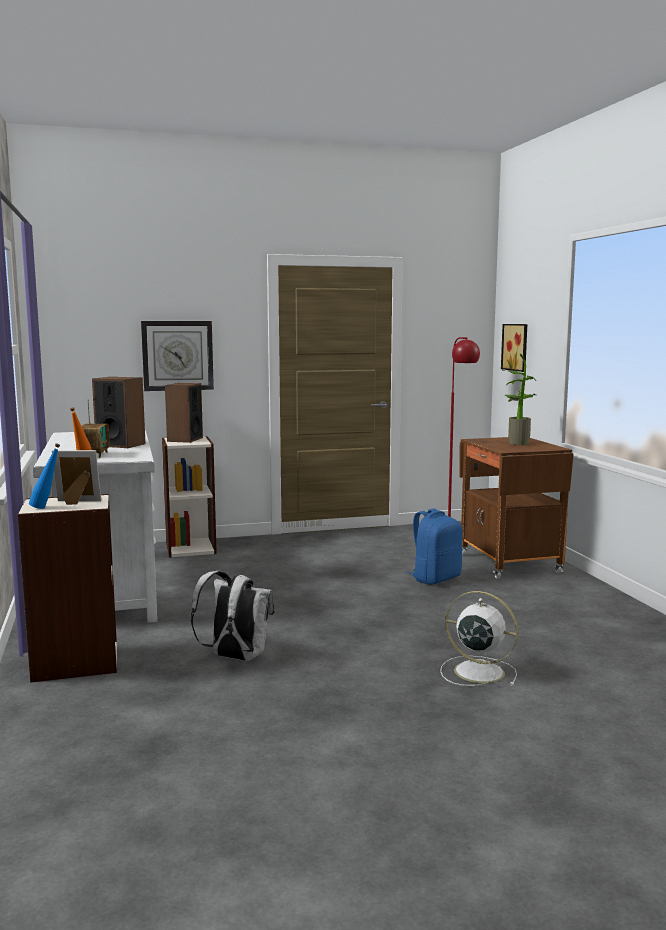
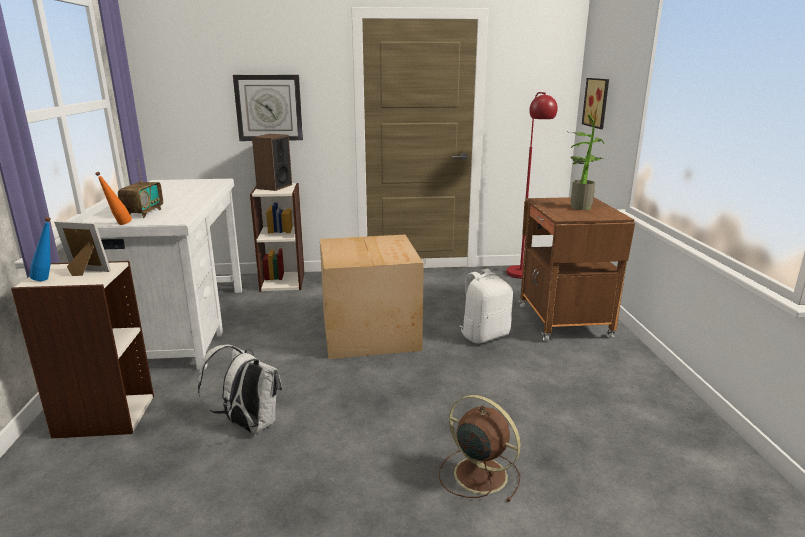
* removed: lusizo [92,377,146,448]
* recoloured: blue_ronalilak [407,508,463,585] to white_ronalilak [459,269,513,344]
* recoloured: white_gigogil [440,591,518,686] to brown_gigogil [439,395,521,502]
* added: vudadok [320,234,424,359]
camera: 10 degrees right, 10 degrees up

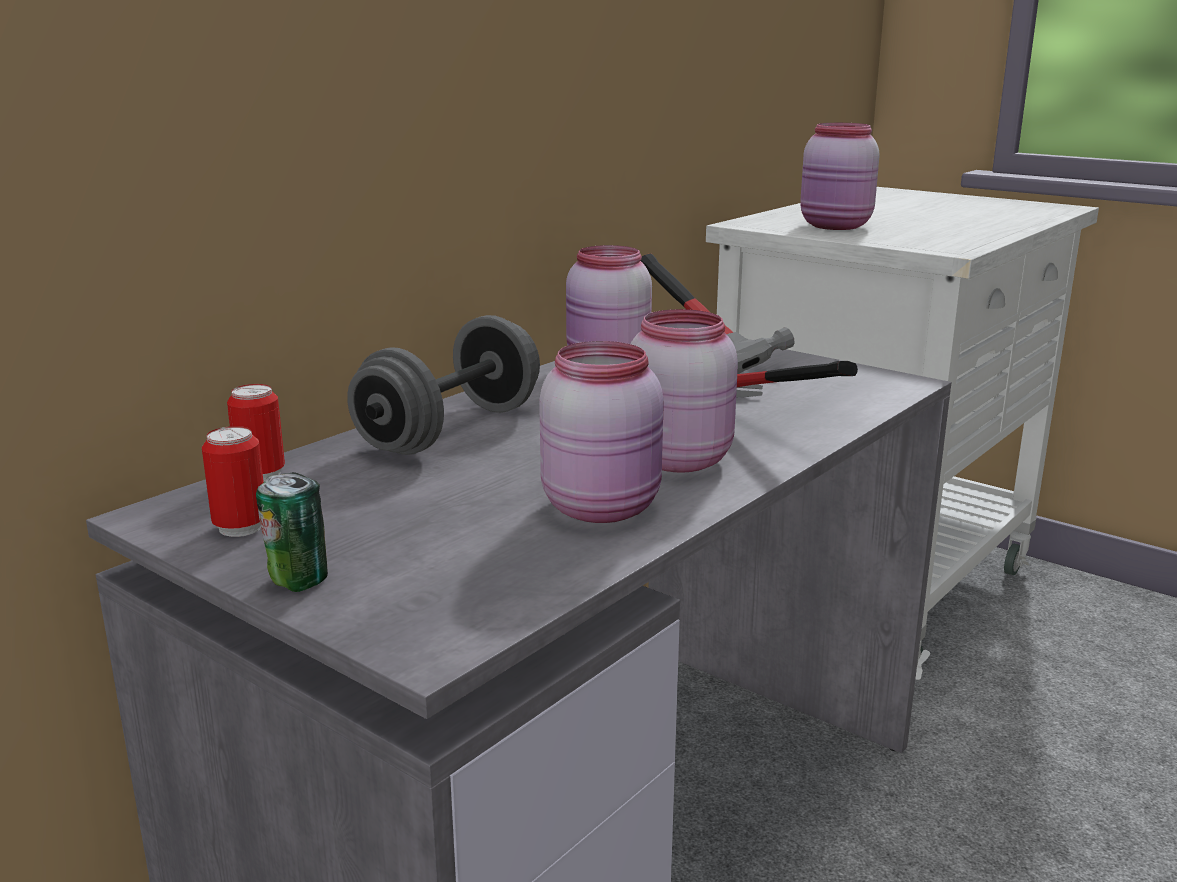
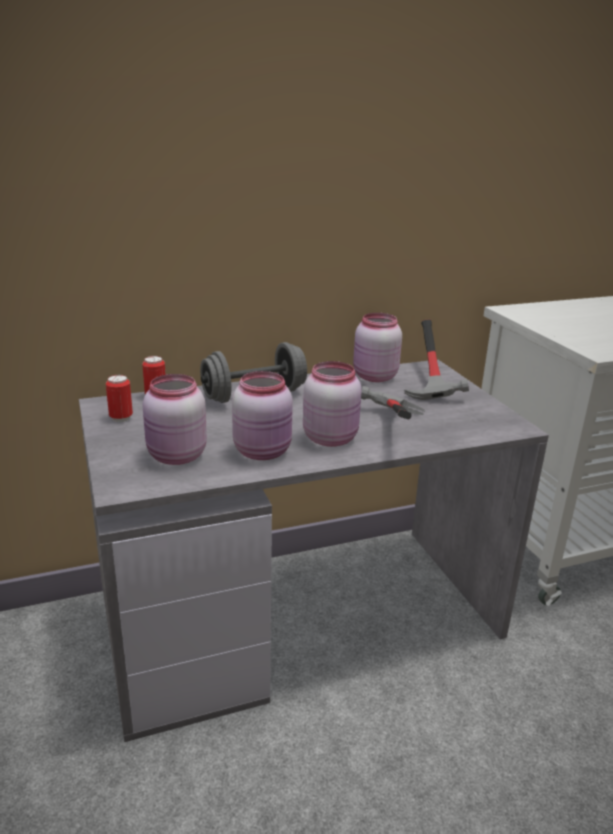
* removed: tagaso [256,472,328,592]
* moved: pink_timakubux [800,123,879,230] to [143,374,207,465]
camera: 30 degrees right, 5 degrees up

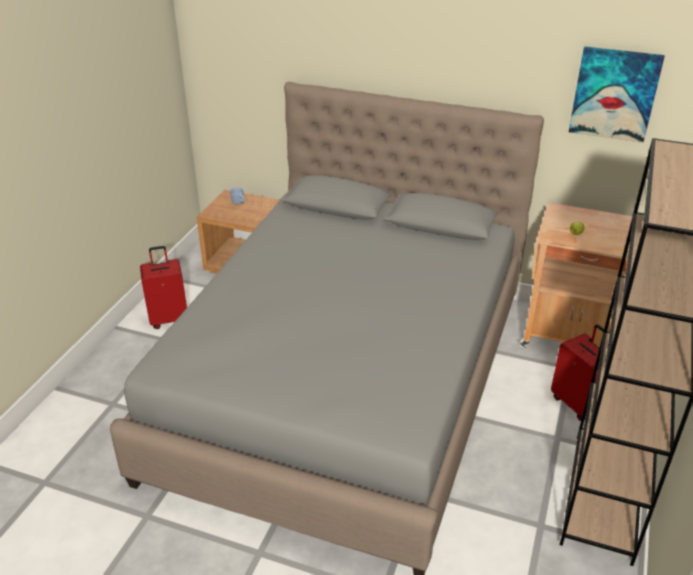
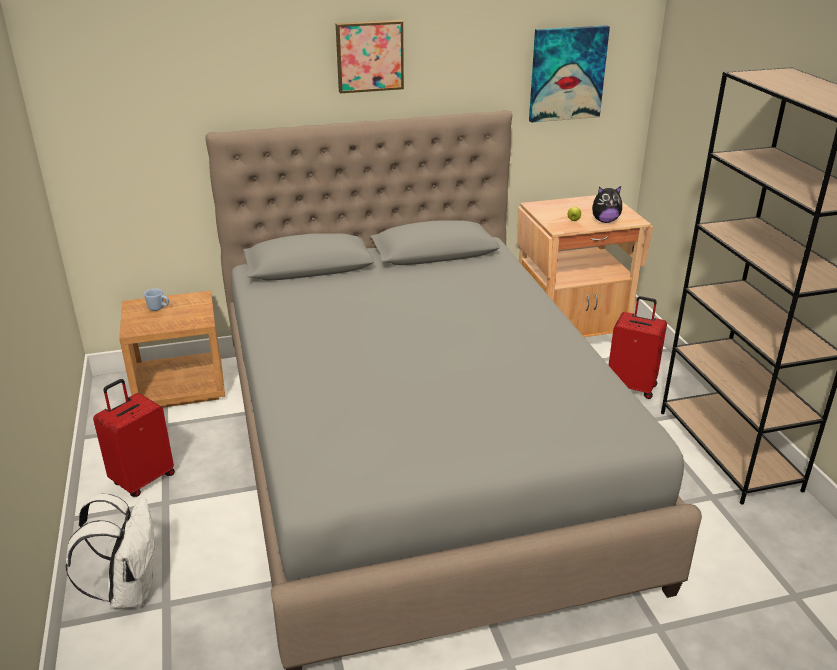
* added: white_ronalilak [65,493,157,609]
* added: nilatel [335,20,404,94]
* added: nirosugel [592,186,622,223]
camera: 35 degrees left, 5 degrees down

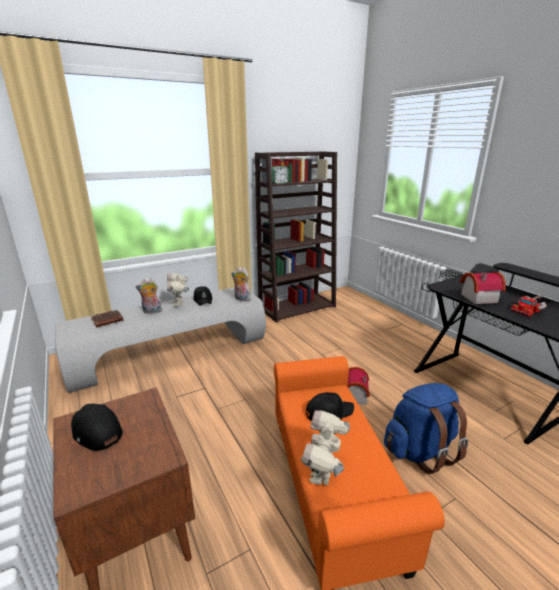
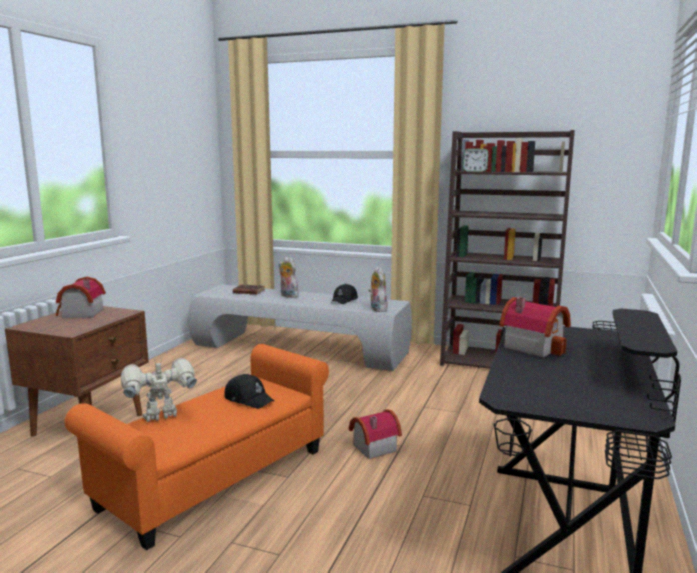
* replaced: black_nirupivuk [71,404,123,451] to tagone [56,277,106,318]
* removed: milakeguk [167,273,189,306]
* removed: blue_ronalilak [384,383,468,474]
* removed: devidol [511,295,547,316]
camera: 50 degrees right, 10 degrees down

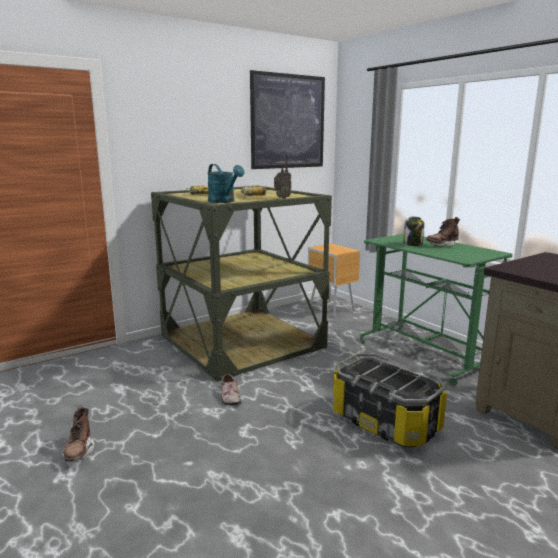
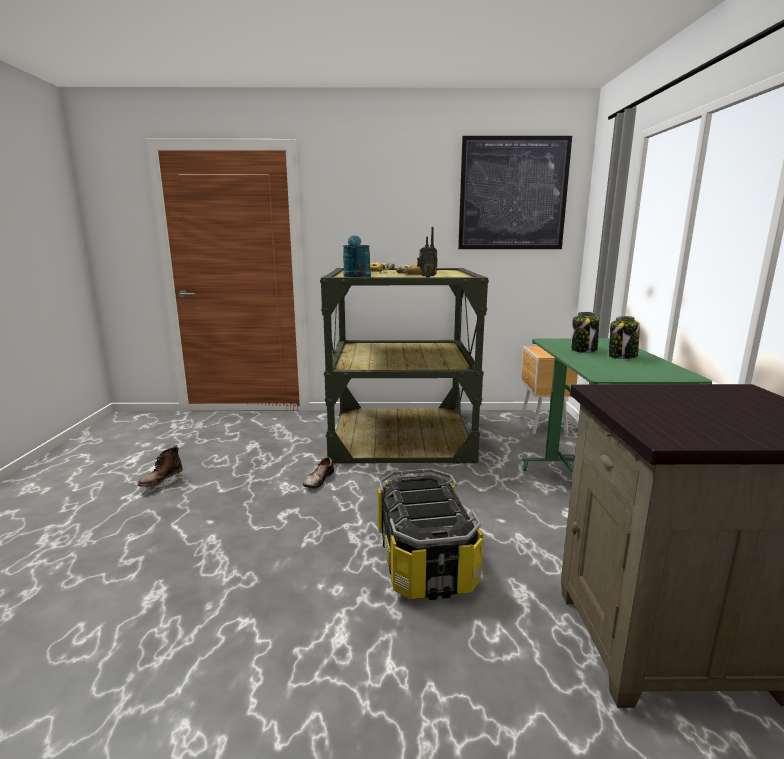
* replaced: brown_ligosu [426,217,460,246] to timakubux [609,316,640,359]
camera: 35 degrees right, 0 degrees up

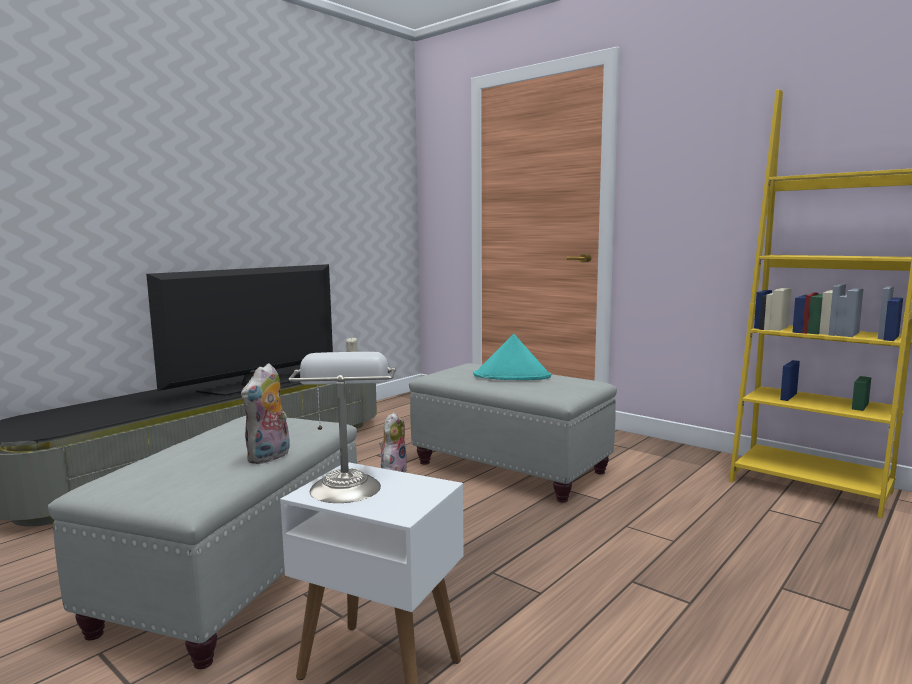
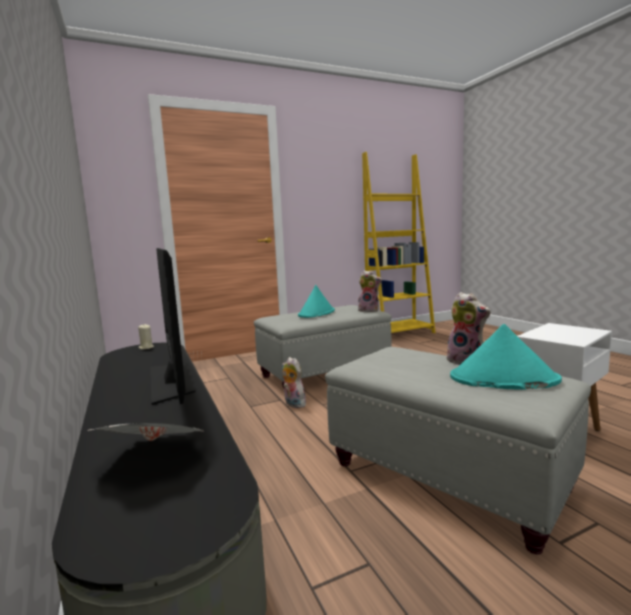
* removed: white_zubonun [289,352,396,503]
* added: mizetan [87,423,205,441]
* added: nirosugel [358,270,382,312]
* added: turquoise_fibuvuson [450,324,562,390]
camera: 65 degrees left, 0 degrees up

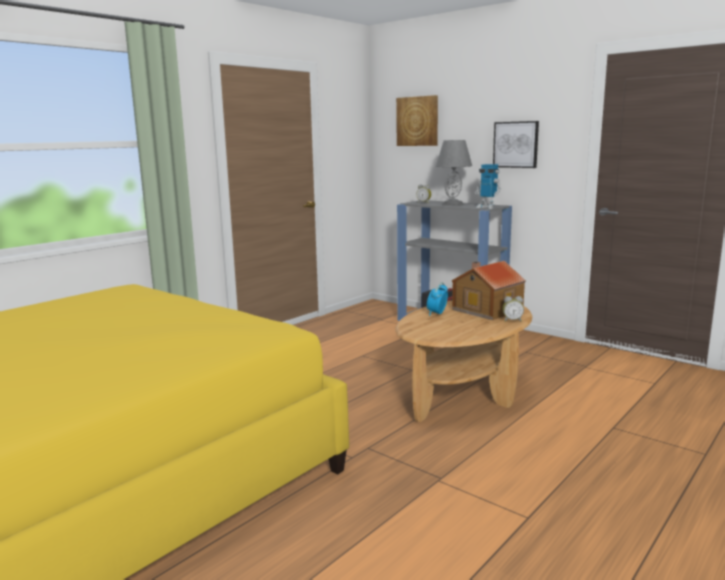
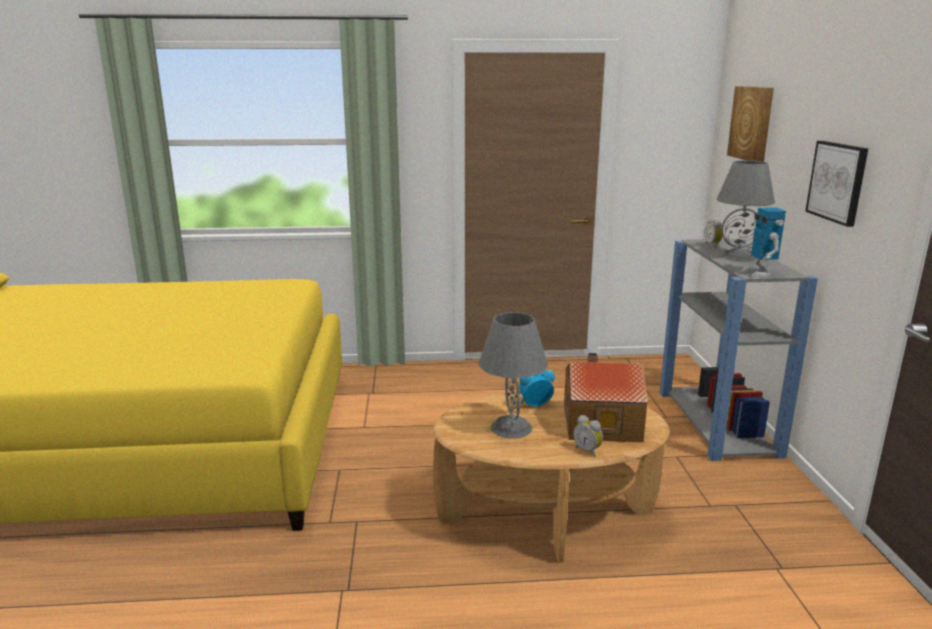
* added: grey_zubonun [479,312,548,438]
camera: 45 degrees right, 5 degrees up

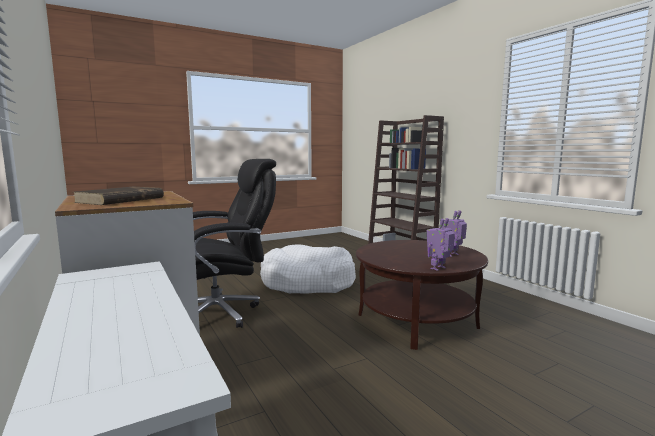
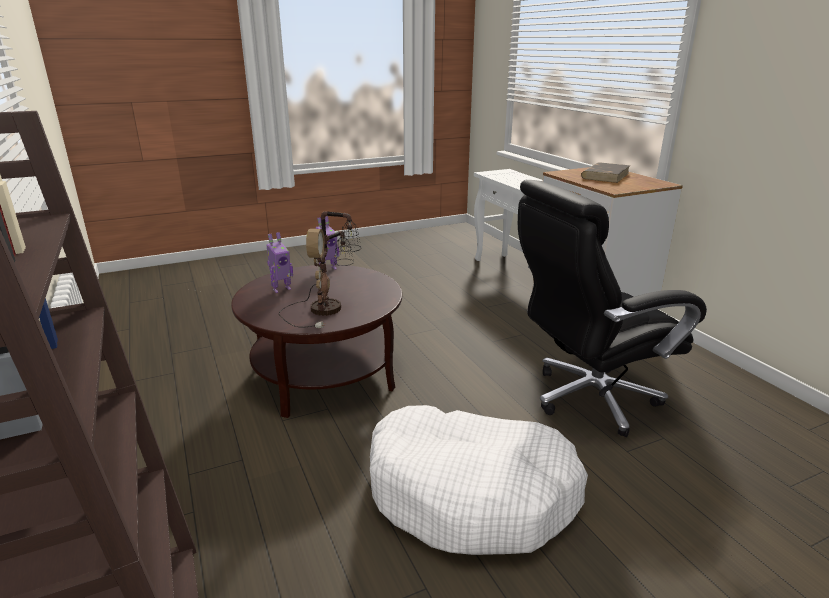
* added: zubonun [279,211,361,328]
camera: 175 degrees left, 15 degrees up

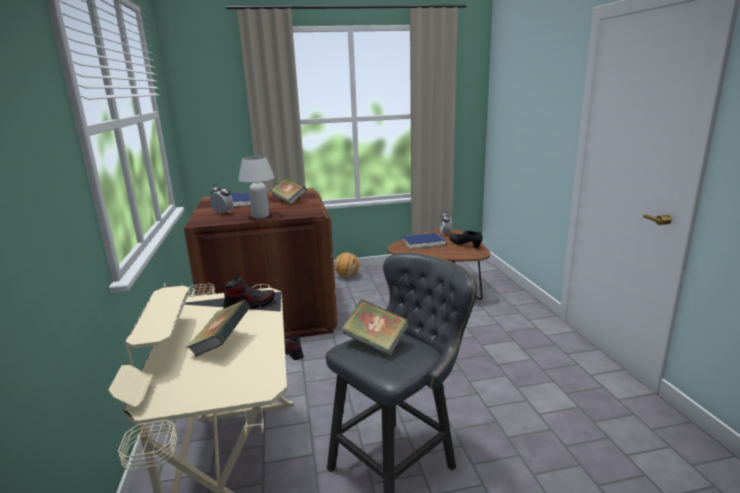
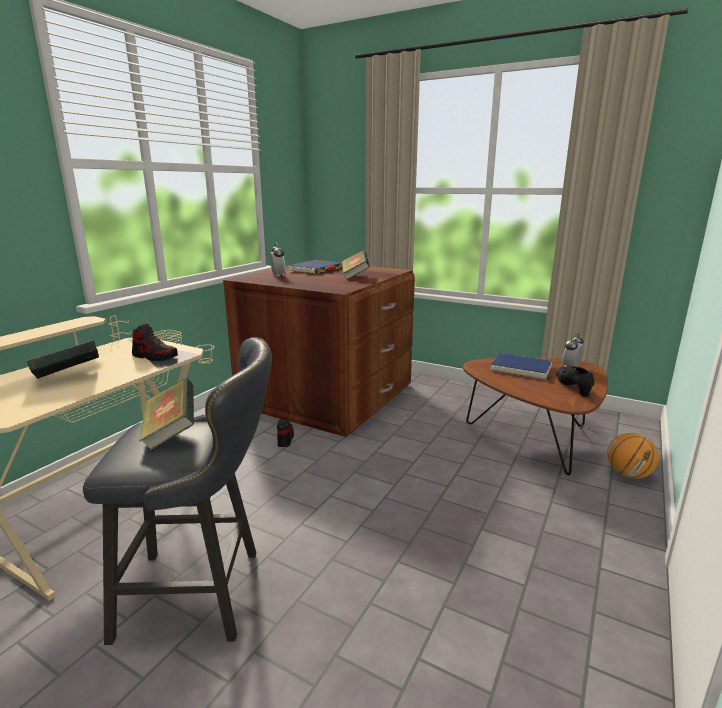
* removed: white_zubonun [238,156,275,218]
* moved: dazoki [334,252,360,278] to [607,433,659,479]
camera: 40 degrees right, 0 degrees up

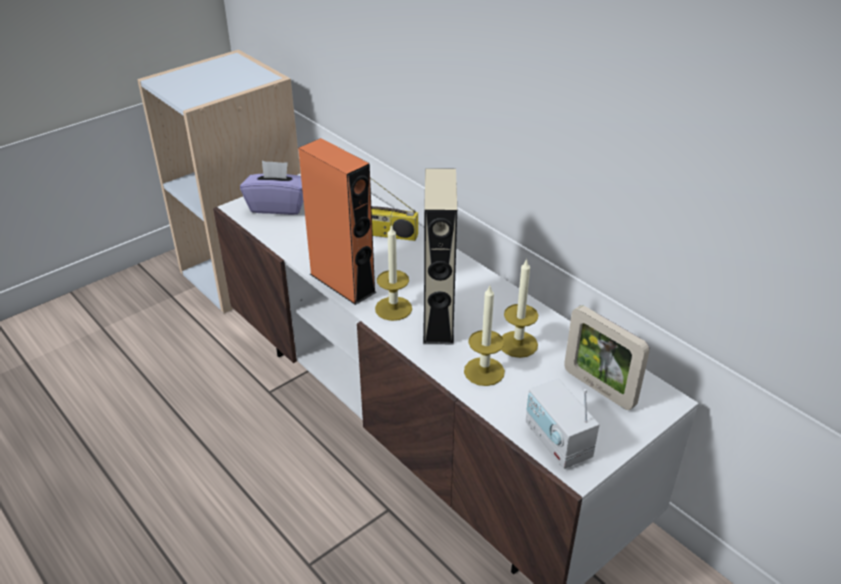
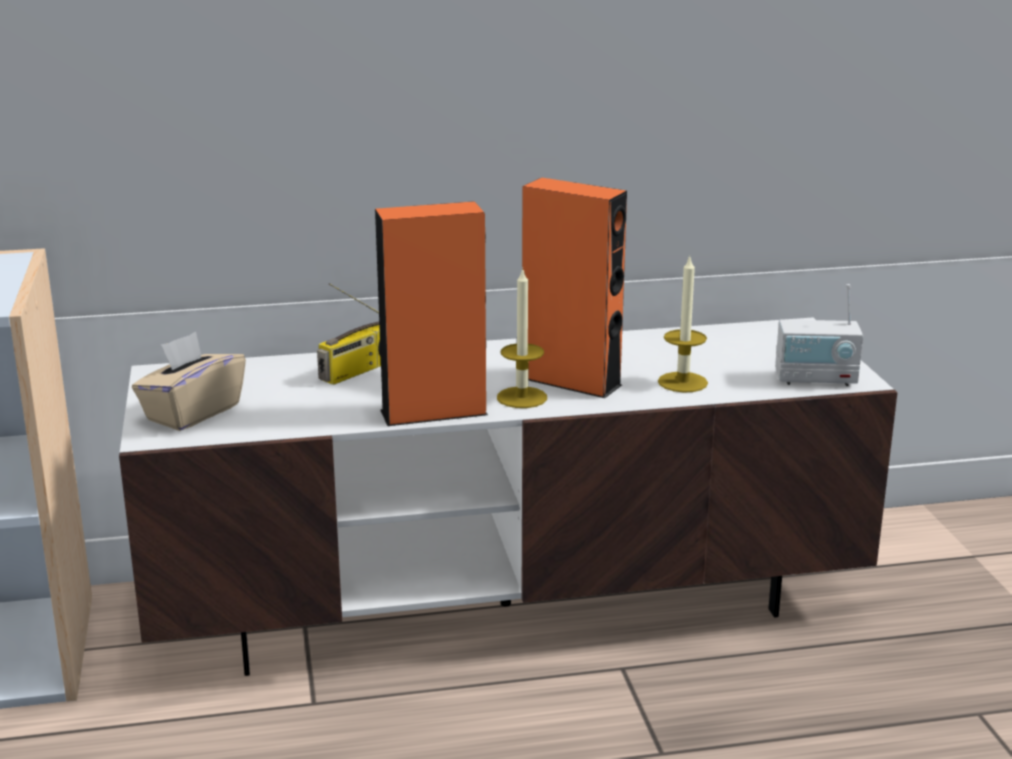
* recoloured: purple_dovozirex [240,161,304,215] to beige_dovozirex [132,332,246,431]
* recoloured: beige_lusizo [423,168,457,344] to orange_lusizo [522,178,627,398]
* removed: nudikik [501,258,538,358]
* removed: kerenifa [564,305,650,410]
camera: 60 degrees left, 15 degrees down

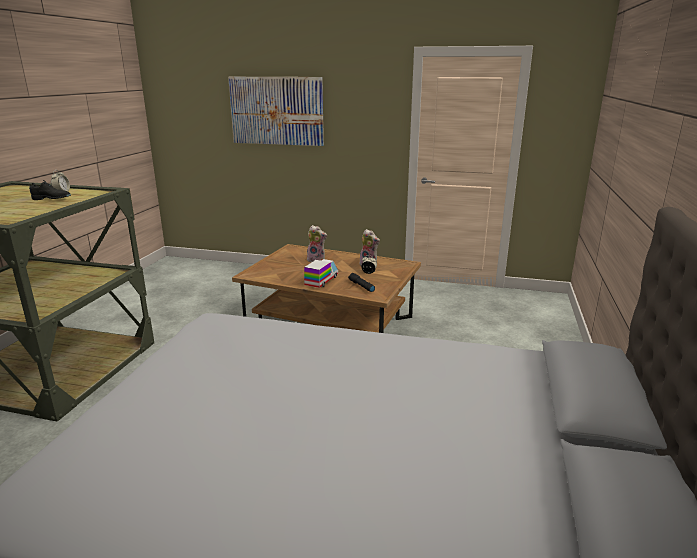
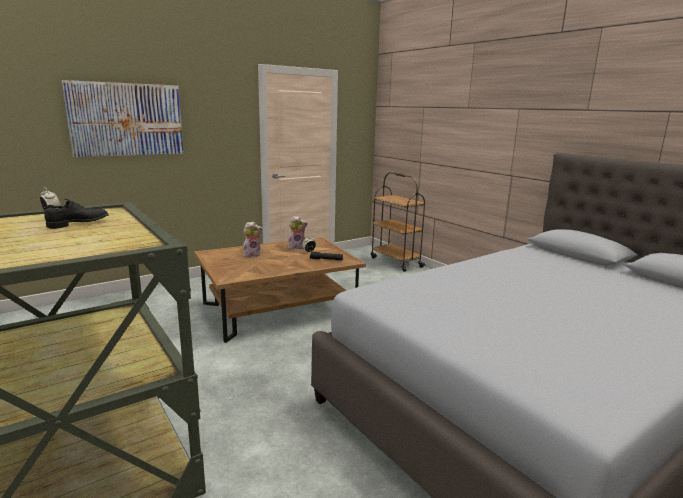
* removed: devidol [304,259,338,288]
* added: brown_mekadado [371,172,426,272]
camera: 50 degrees left, 5 degrees down

